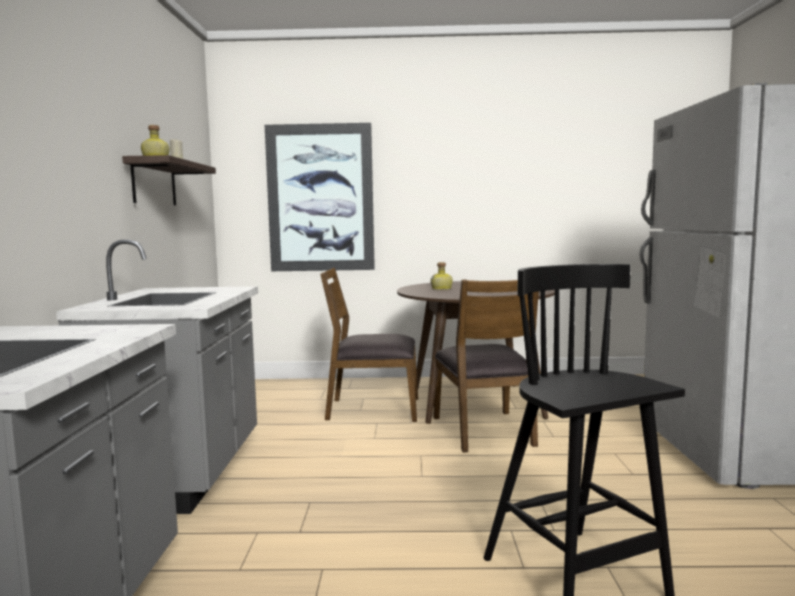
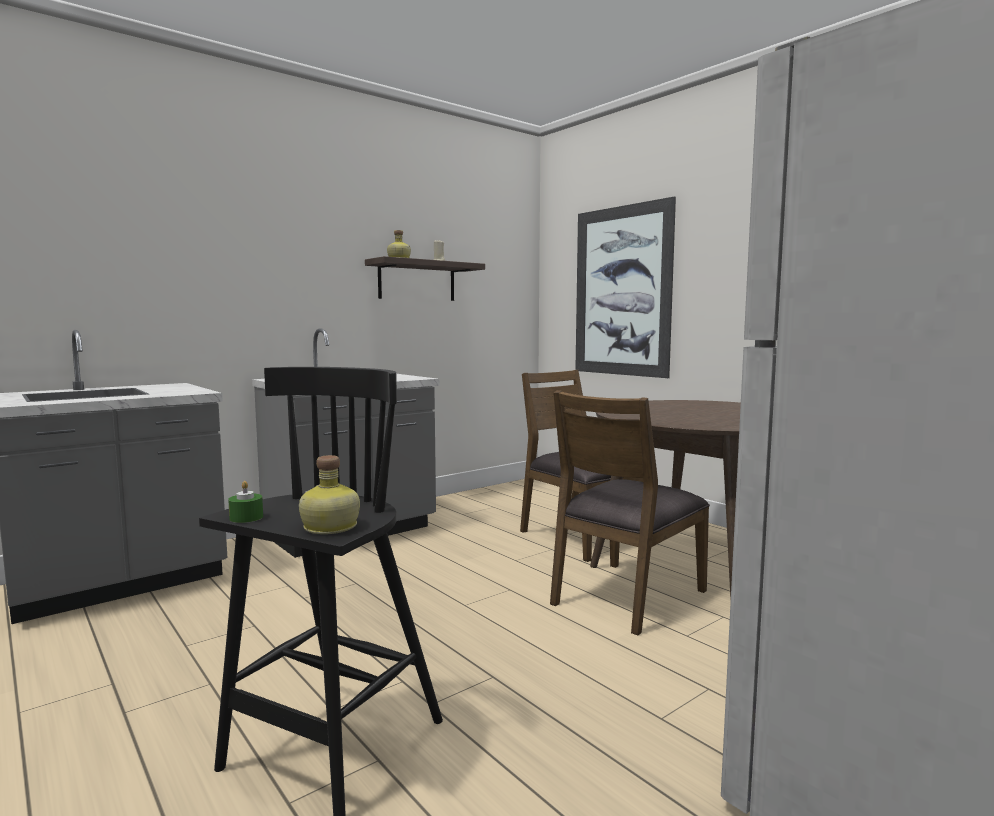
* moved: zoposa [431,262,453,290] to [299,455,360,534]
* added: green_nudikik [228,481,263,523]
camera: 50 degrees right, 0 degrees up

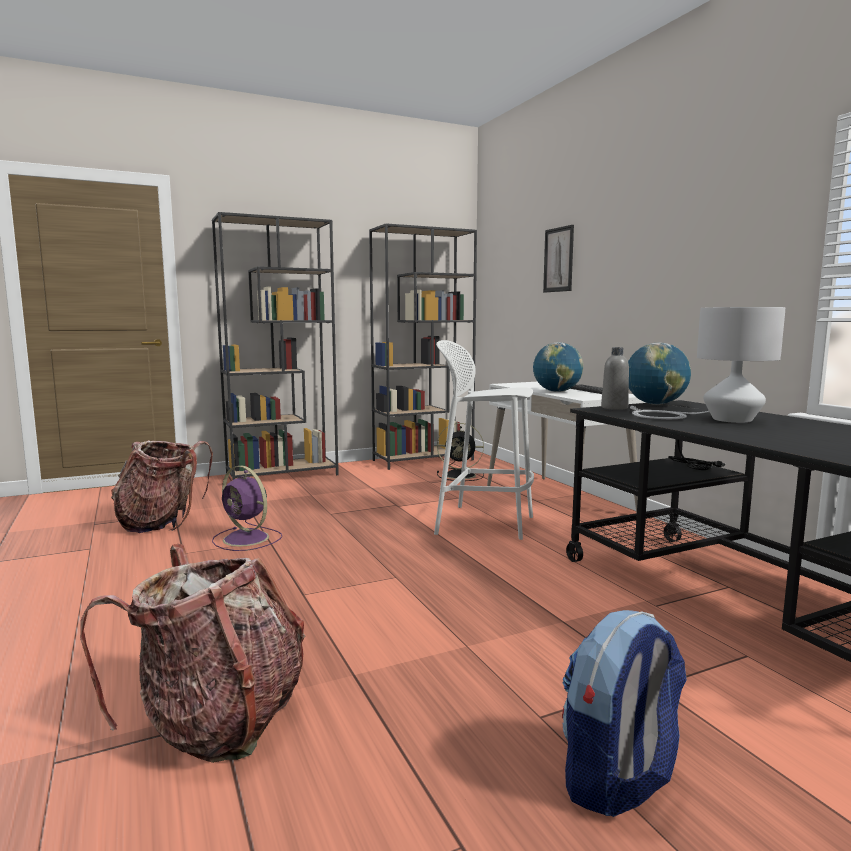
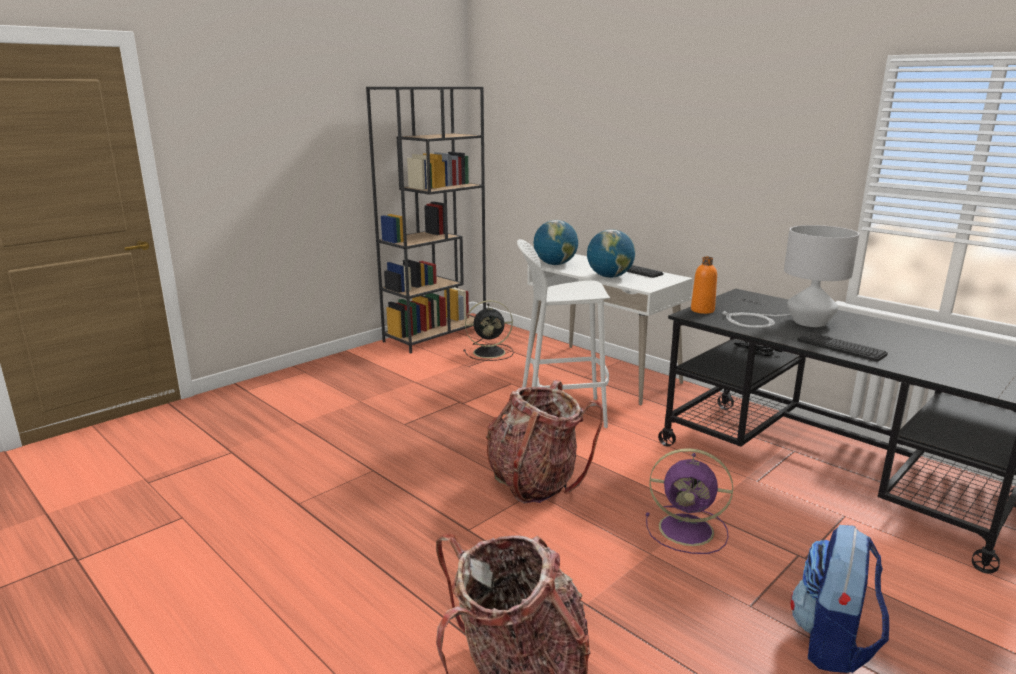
* moved: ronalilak [111,440,213,533] to [486,380,603,504]
* removed: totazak [212,212,339,480]
* moved: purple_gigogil [212,466,282,551] to [646,448,733,554]
* removed: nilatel [543,225,574,293]
* recoloured: grey_zoposa [601,347,629,410] to orange_zoposa [691,257,717,314]
* moved: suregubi [628,342,691,405] to [534,220,578,265]
* added: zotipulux [797,332,888,362]
camera: 20 degrees left, 10 degrees up

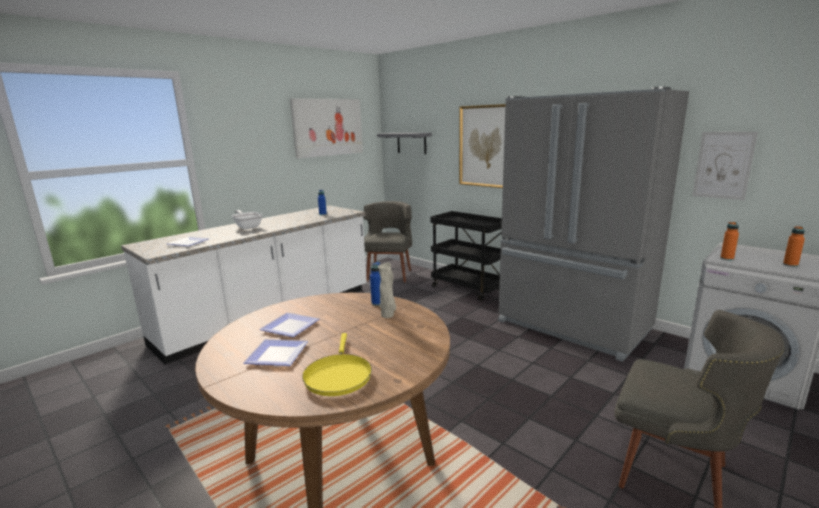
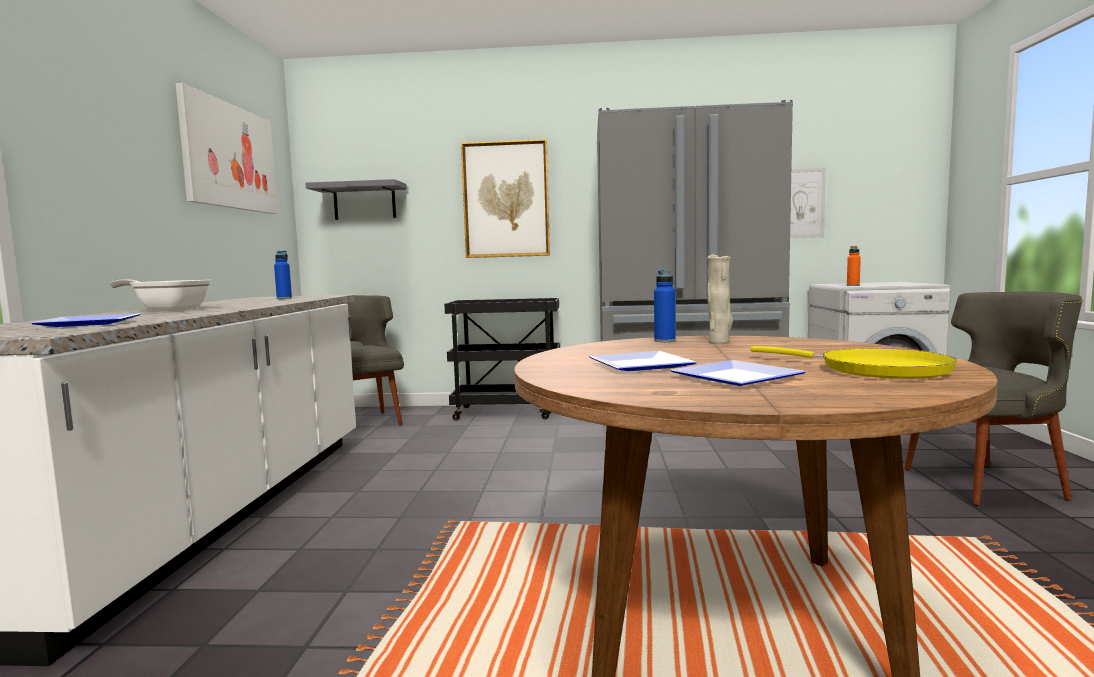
* removed: orange_zoposa [783,226,805,267]
camera: 40 degrees left, 10 degrees down

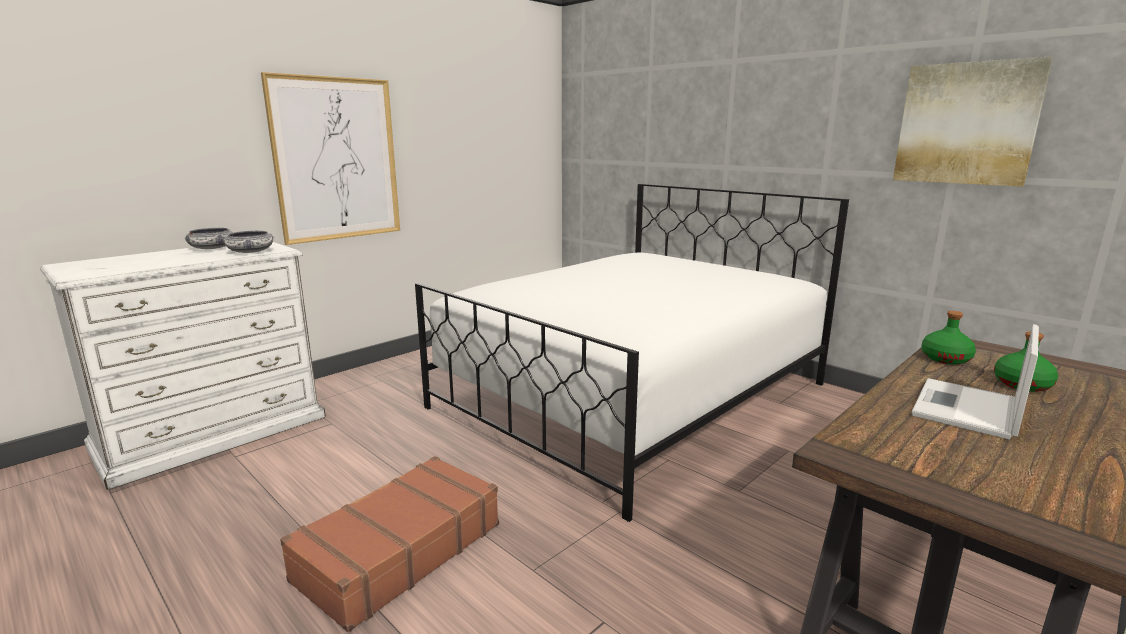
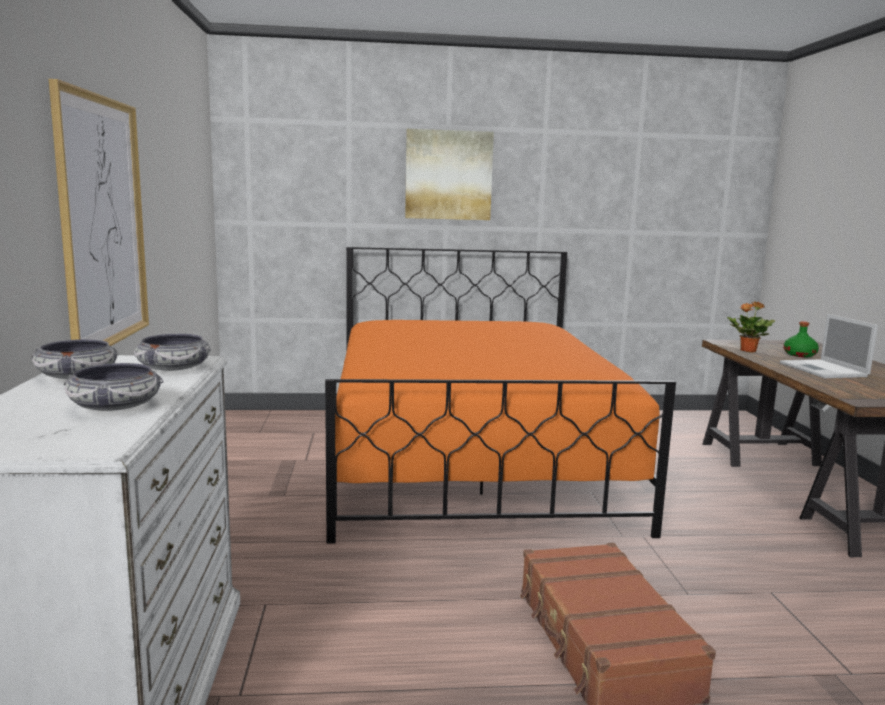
* recoloured: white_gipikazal [415,184,849,522] to orange_gipikazal [325,247,676,543]
* moved: nilatel [893,56,1053,187] to [405,129,494,220]
* replaced: green_zoposa [921,311,976,365] to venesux [727,301,776,353]
* added: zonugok [63,363,163,411]
camera: 50 degrees left, 5 degrees down

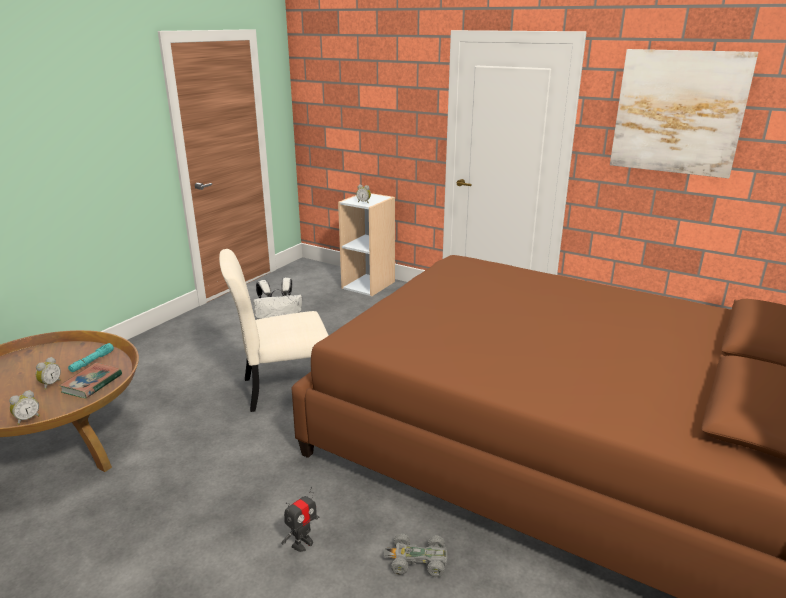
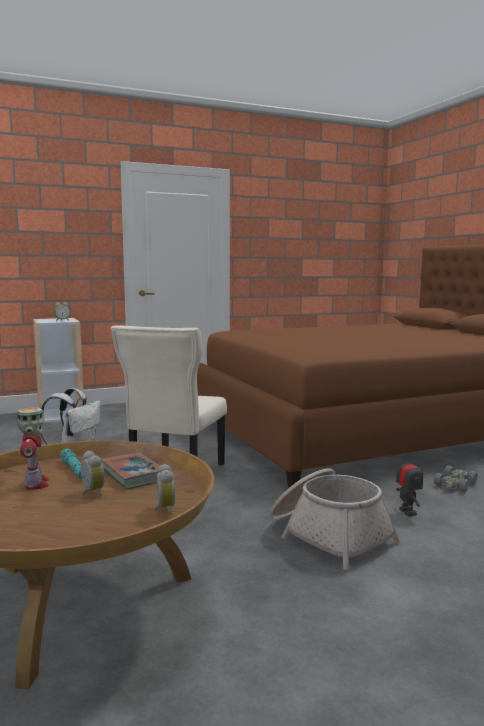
* removed: nilatel [610,49,758,178]
* added: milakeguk [17,407,49,490]
* added: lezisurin [270,468,400,570]
camera: 55 degrees left, 15 degrees down

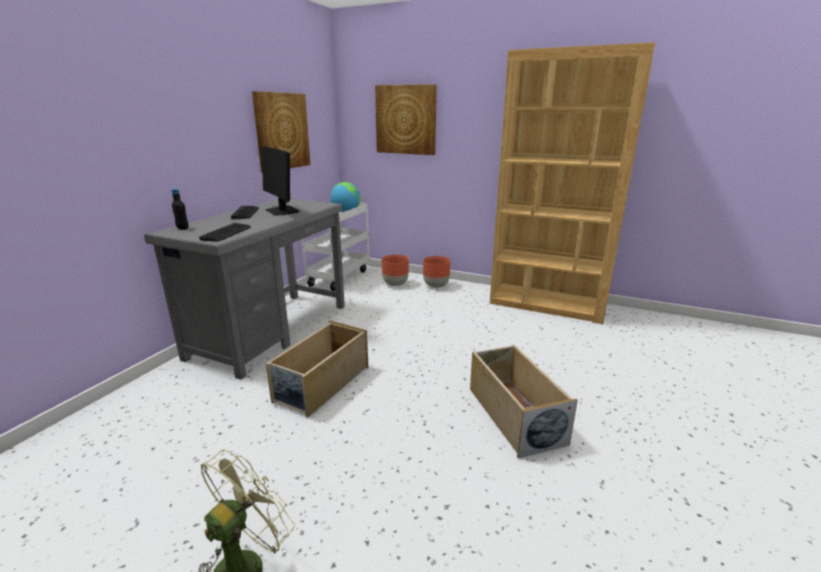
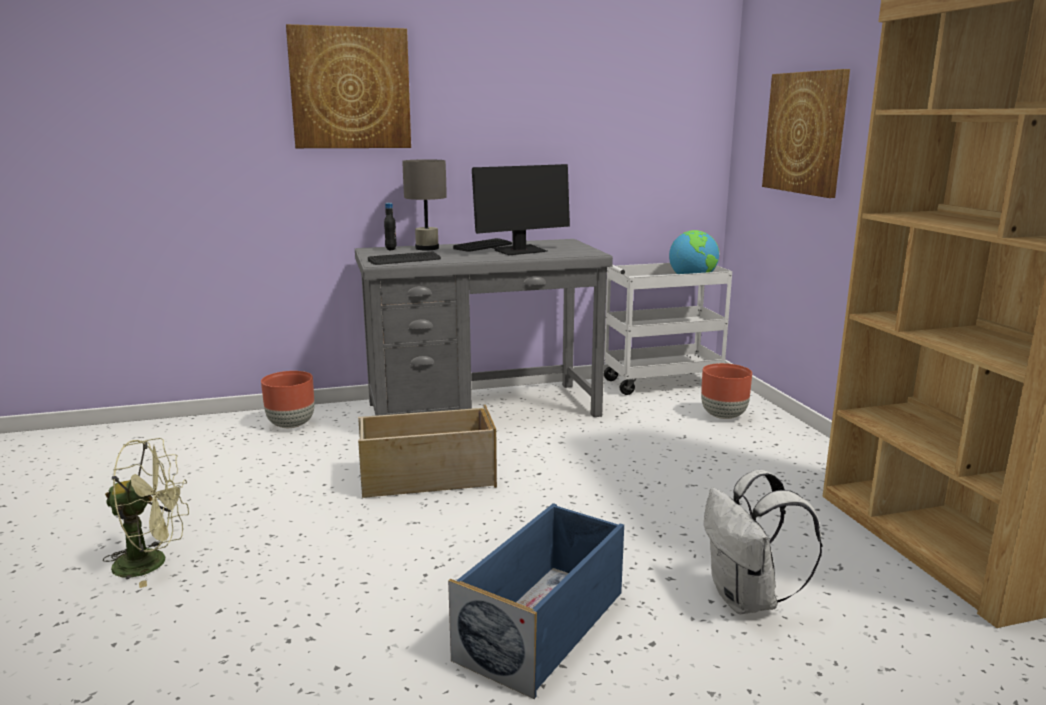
* moved: nilatel [252,91,310,172] to [286,24,411,148]
* turned: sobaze [262,146,299,216] = [472,164,570,255] 135 degrees counterclockwise
* moved: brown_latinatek [423,256,451,288] to [261,371,315,428]
* recoloured: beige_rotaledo [470,345,578,458] to blue_rotaledo [448,503,624,699]
* added: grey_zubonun [403,159,446,250]
* added: white_ronalilak [704,470,822,614]
camera: 50 degrees right, 5 degrees down

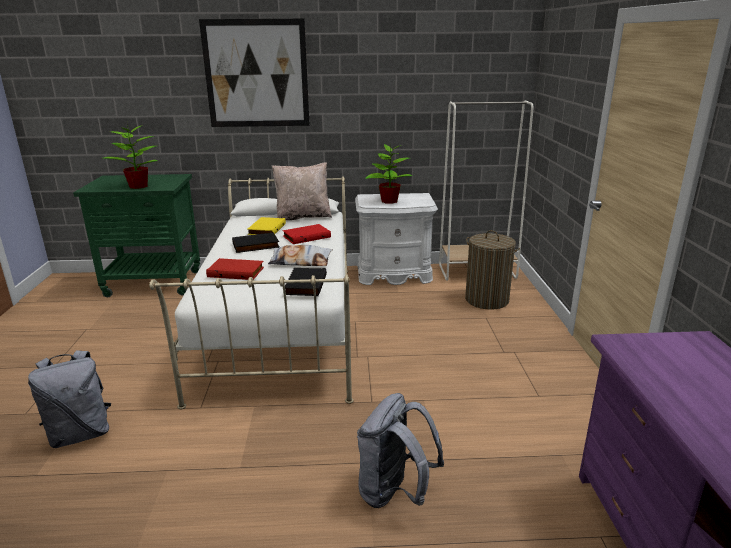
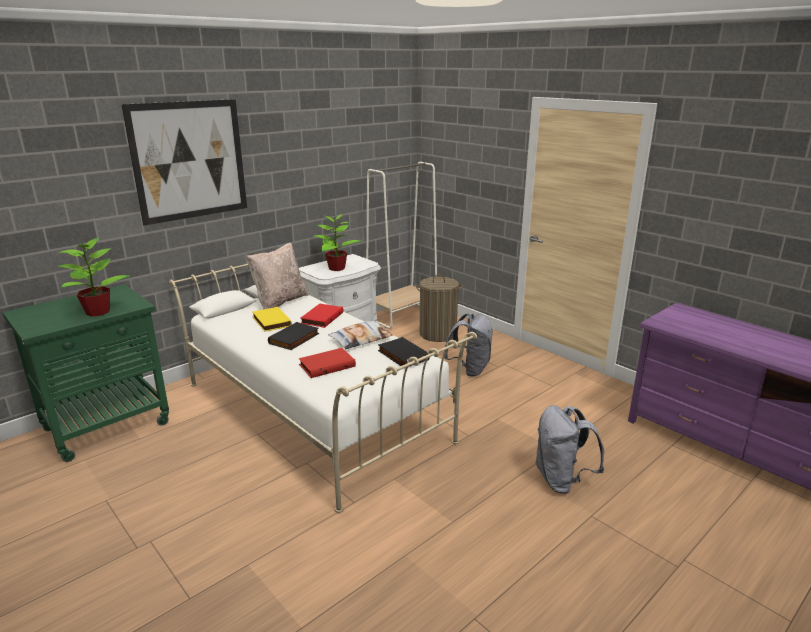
* moved: grey_ronalilak [28,350,111,448] to [444,313,493,377]
camera: 40 degrees left, 0 degrees up

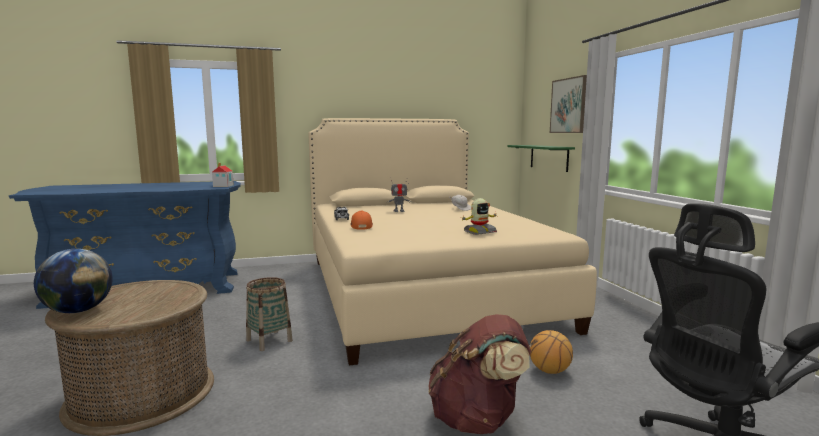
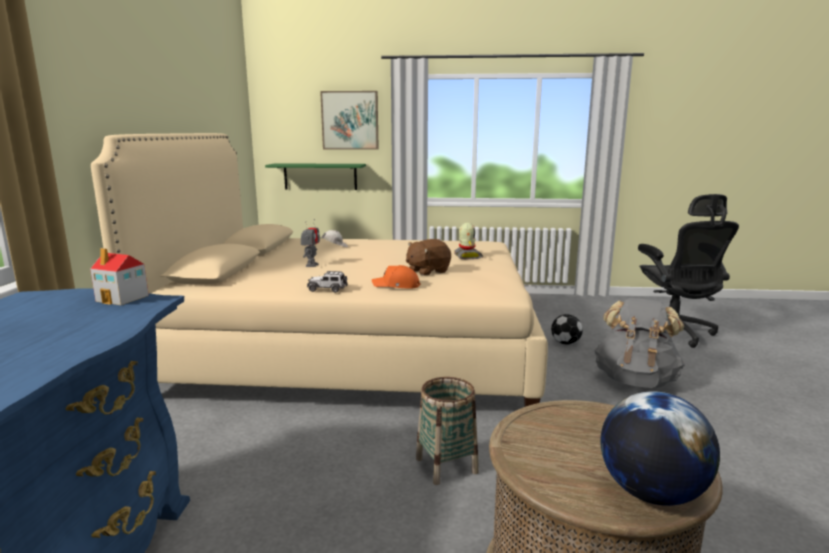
* recoloured: brown_ronalilak [429,314,531,434] to grey_ronalilak [595,298,685,388]
* replaced: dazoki [530,330,573,374] to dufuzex [551,314,583,345]
* added: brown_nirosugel [406,239,451,276]
camera: 70 degrees left, 5 degrees up

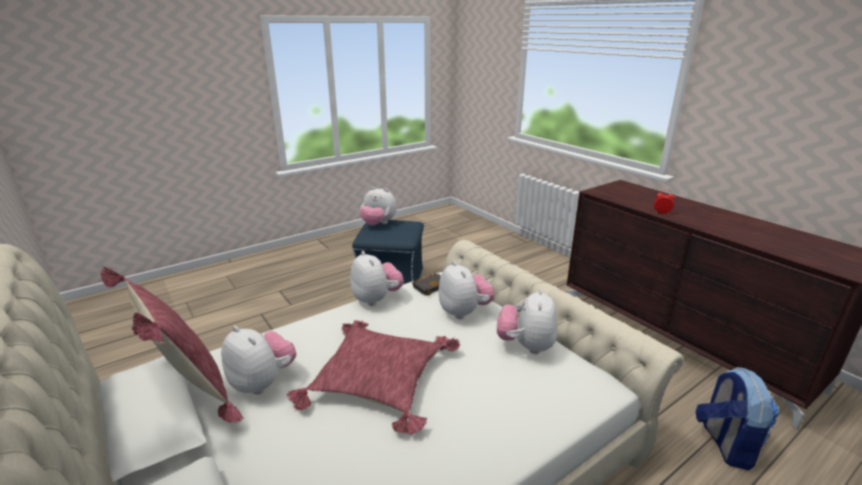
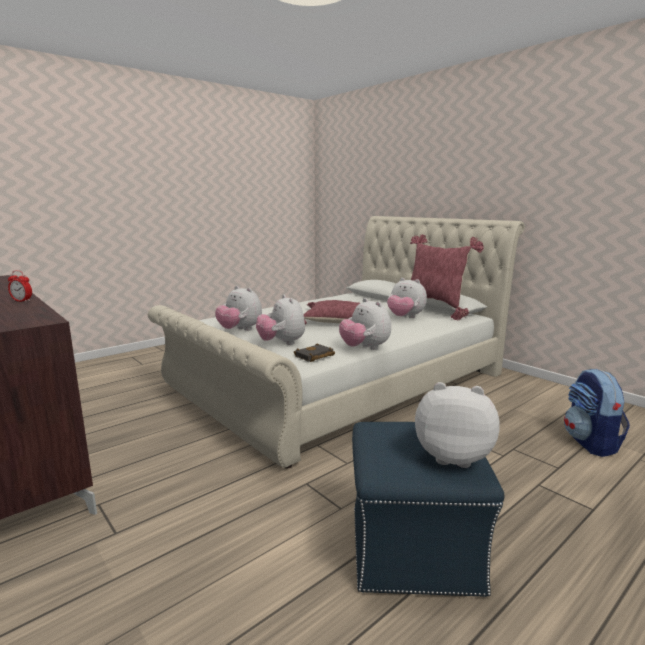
* turned: nirosugel [497,289,558,354] = [215,286,262,331] 120 degrees clockwise
* moved: ronalilak [696,367,779,470] to [564,369,630,457]
camera: 175 degrees right, 10 degrees down

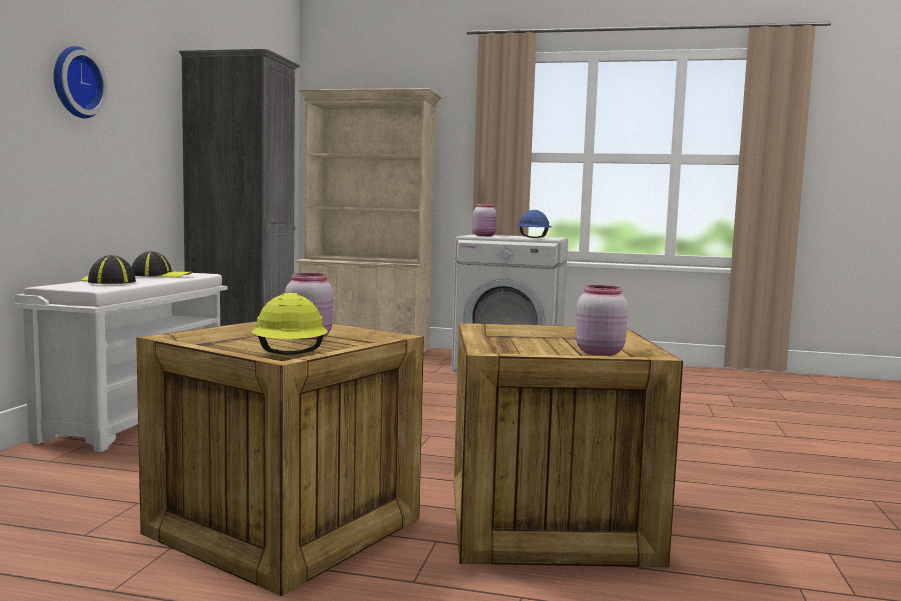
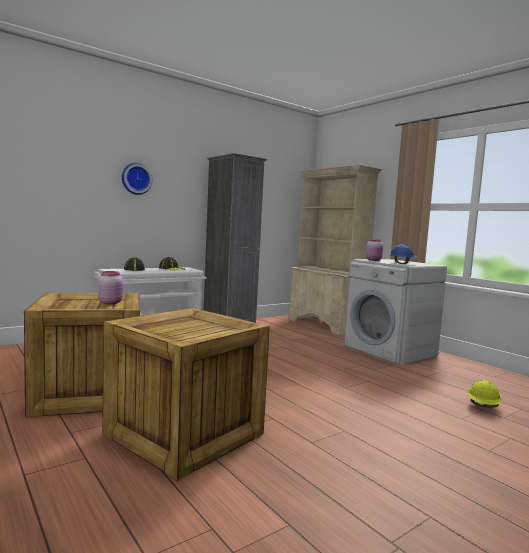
* moved: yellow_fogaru [252,293,328,355] to [467,380,502,408]
* removed: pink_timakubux [576,285,628,356]
camera: 40 degrees right, 0 degrees up

